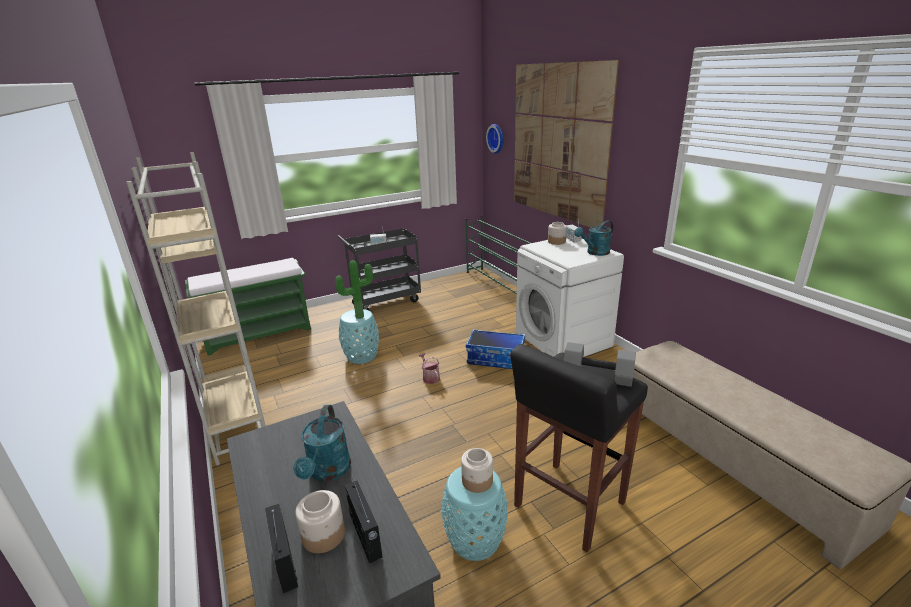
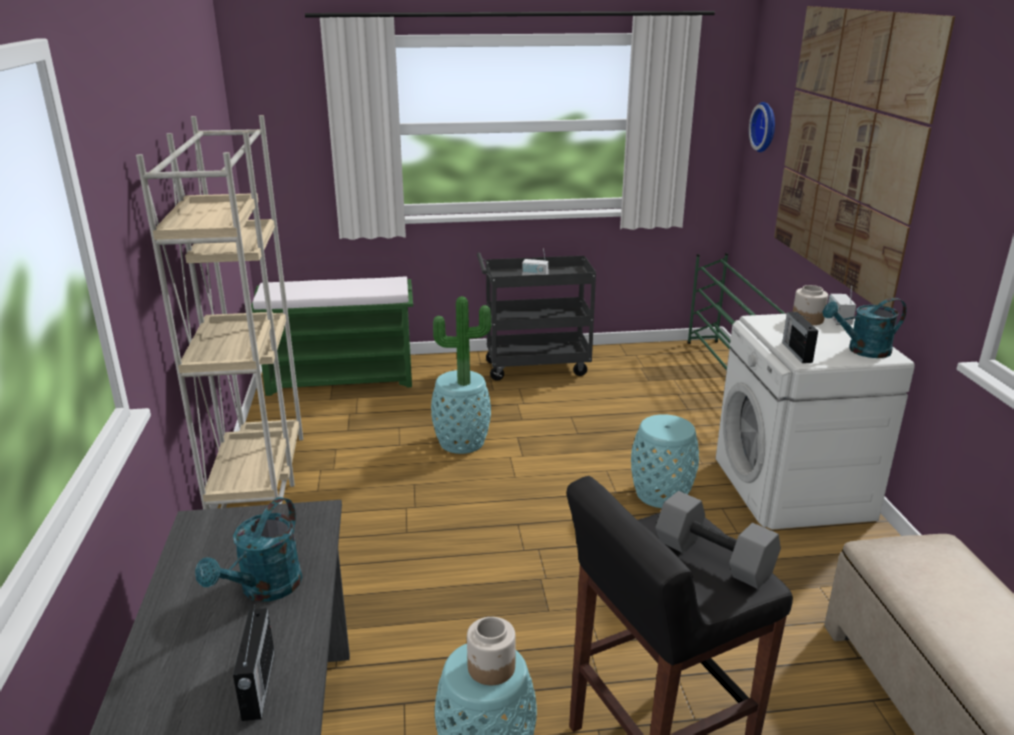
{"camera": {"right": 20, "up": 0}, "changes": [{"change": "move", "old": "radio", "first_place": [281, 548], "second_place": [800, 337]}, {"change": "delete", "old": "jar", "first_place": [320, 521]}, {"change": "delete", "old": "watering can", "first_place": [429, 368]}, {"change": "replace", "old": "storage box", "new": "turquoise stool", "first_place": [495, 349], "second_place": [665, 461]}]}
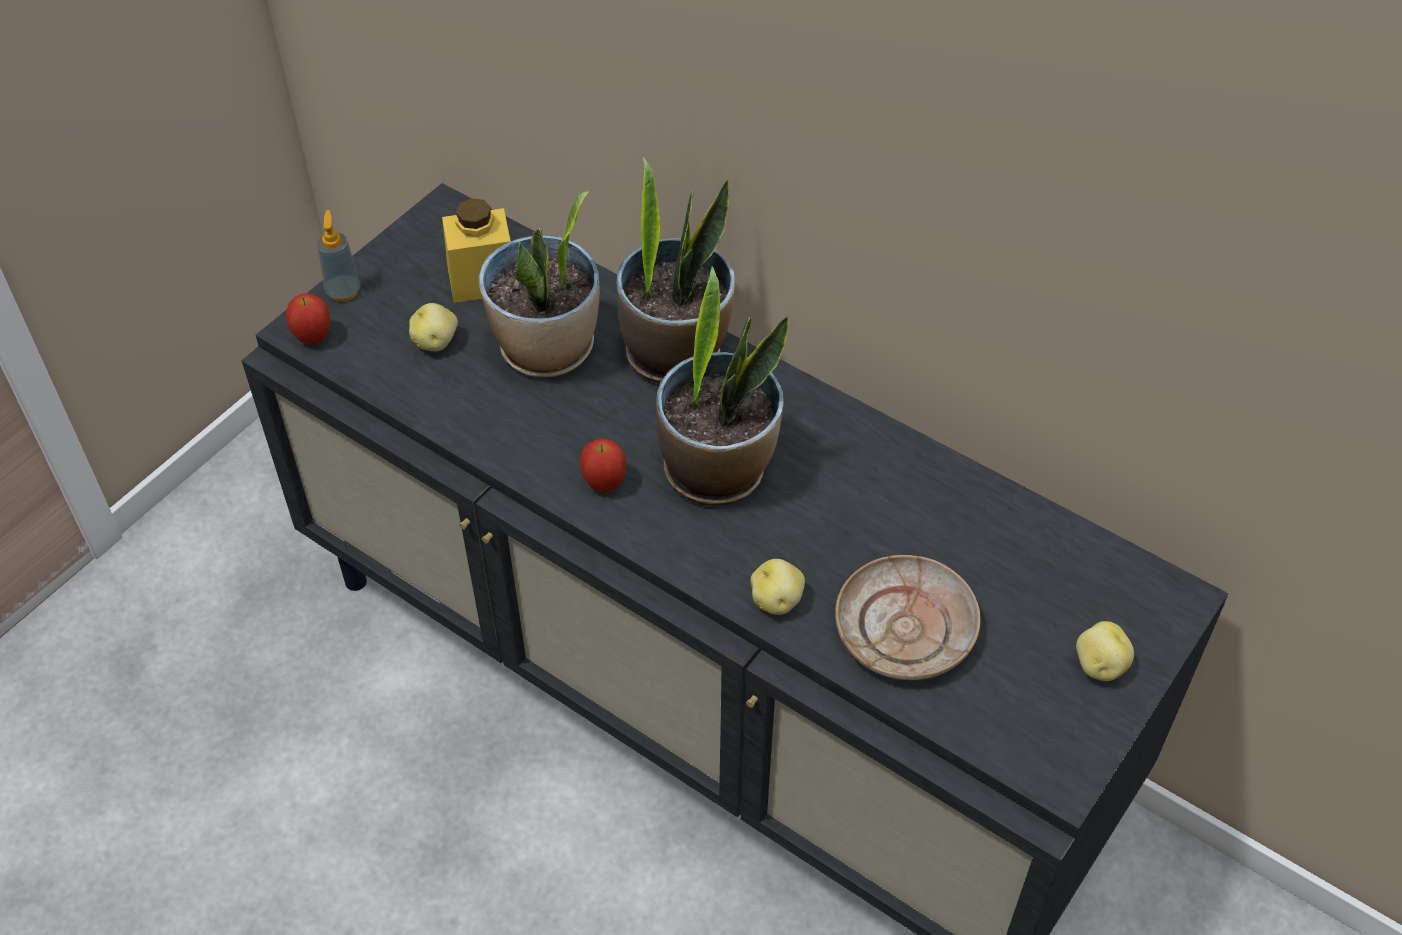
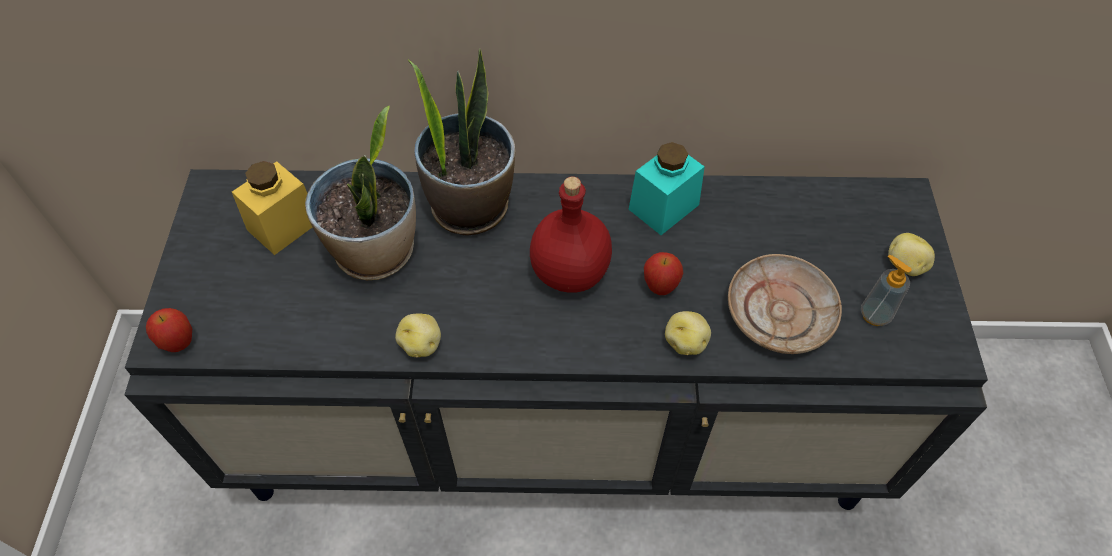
{"camera": {"right": -35, "up": 5}, "changes": [{"change": "move", "old": "soap dispenser", "first_place": [339, 256], "second_place": [886, 290]}, {"change": "move", "old": "potato", "first_place": [433, 327], "second_place": [418, 336]}, {"change": "move", "old": "apple", "first_place": [603, 466], "second_place": [663, 273]}, {"change": "replace", "old": "potted plant", "new": "red bottle", "first_place": [722, 385], "second_place": [571, 234]}, {"change": "insert", "new": "turquoise jar", "second_place": [666, 188]}]}
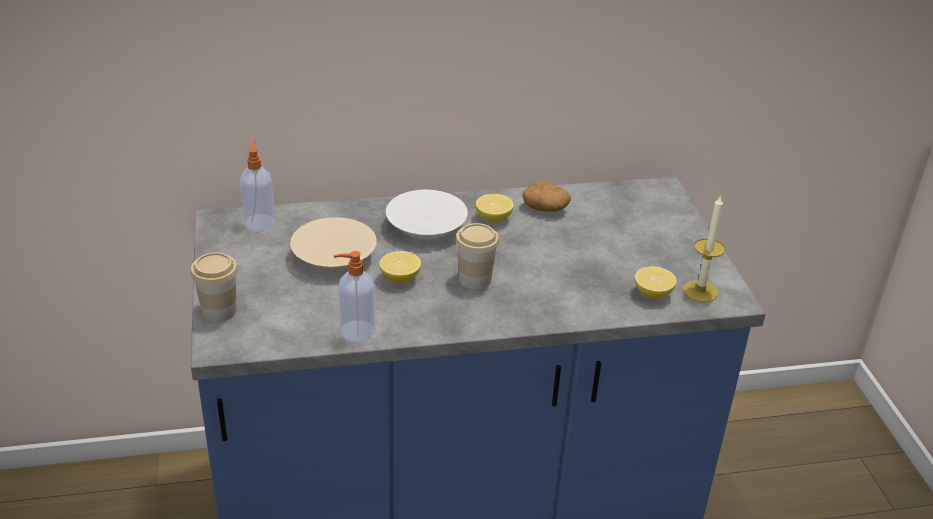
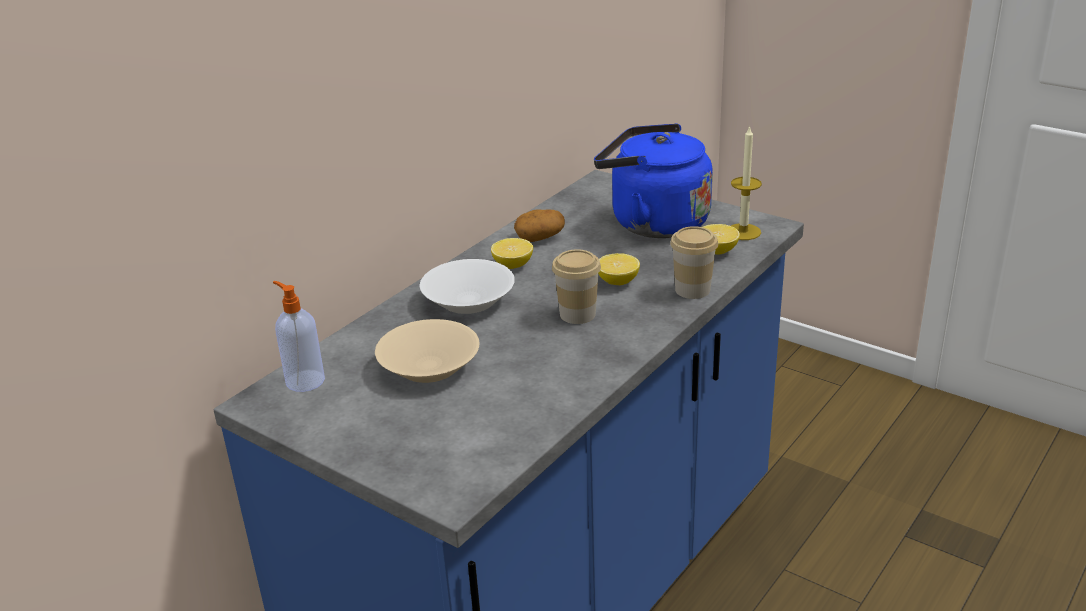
{"camera": {"right": -40, "up": -5}, "changes": [{"change": "move", "old": "cup", "first_place": [214, 287], "second_place": [694, 262]}, {"change": "delete", "old": "soap dispenser", "first_place": [354, 296]}, {"change": "move", "old": "lemon", "first_place": [400, 267], "second_place": [619, 269]}, {"change": "insert", "new": "blue kettle", "second_place": [653, 180]}]}
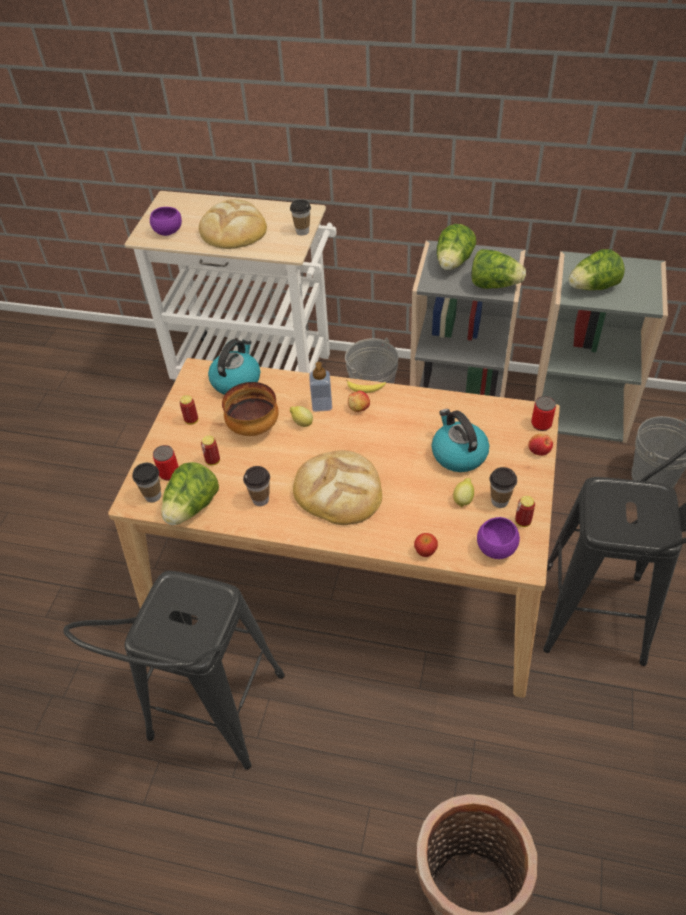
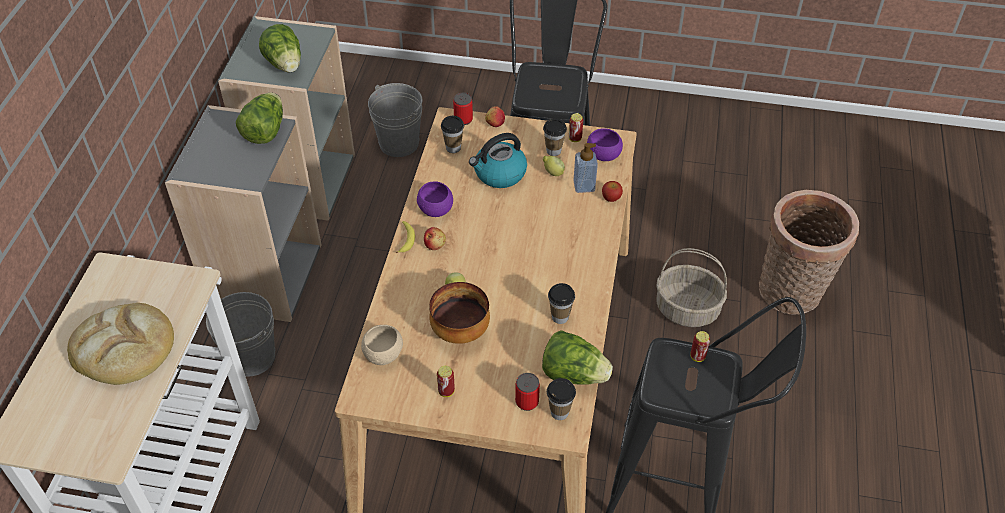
{"camera": {"right": -95, "up": 0}, "changes": [{"change": "move", "old": "purple bowl", "first_place": [166, 221], "second_place": [435, 199]}, {"change": "move", "old": "can", "first_place": [210, 450], "second_place": [700, 346]}, {"change": "replace", "old": "kettle", "new": "beige bowl", "first_place": [234, 367], "second_place": [382, 345]}, {"change": "move", "old": "cup", "first_place": [300, 217], "second_place": [452, 134]}, {"change": "delete", "old": "bread", "first_place": [337, 487]}, {"change": "move", "old": "soap dispenser", "first_place": [320, 387], "second_place": [585, 168]}, {"change": "delete", "old": "lettuce", "first_place": [456, 247]}, {"change": "insert", "new": "basket", "second_place": [691, 287]}]}
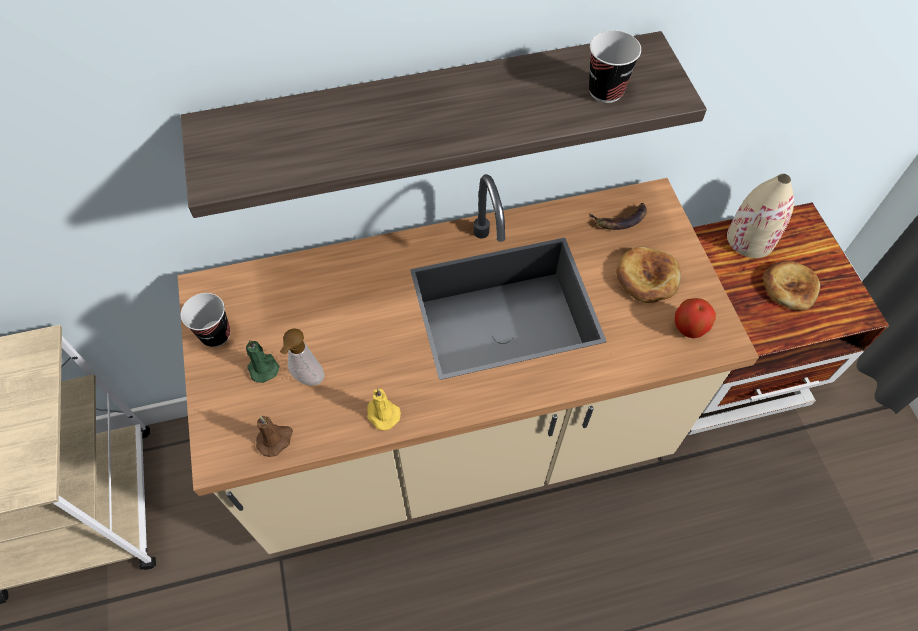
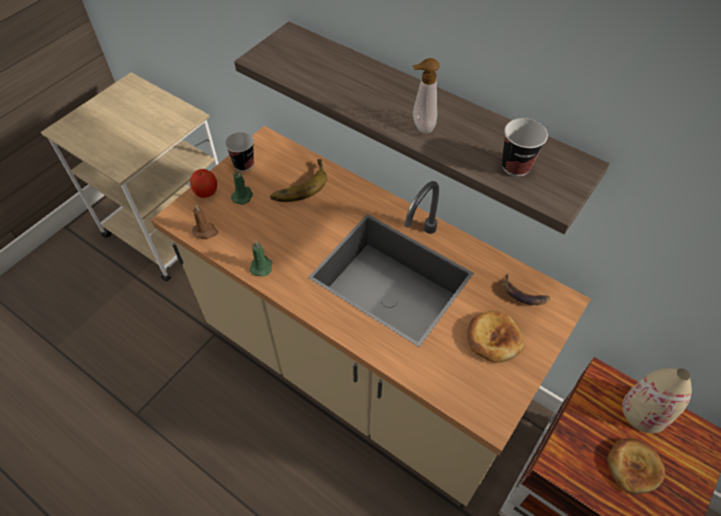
{"camera": {"right": 50, "up": -5}, "changes": [{"change": "move", "old": "soap dispenser", "first_place": [302, 357], "second_place": [426, 95]}, {"change": "recolor", "old": "yellow candle", "new": "green candle", "first_place": [384, 409], "second_place": [261, 258]}, {"change": "move", "old": "apple", "first_place": [695, 318], "second_place": [203, 183]}, {"change": "insert", "new": "banana", "second_place": [298, 180]}]}
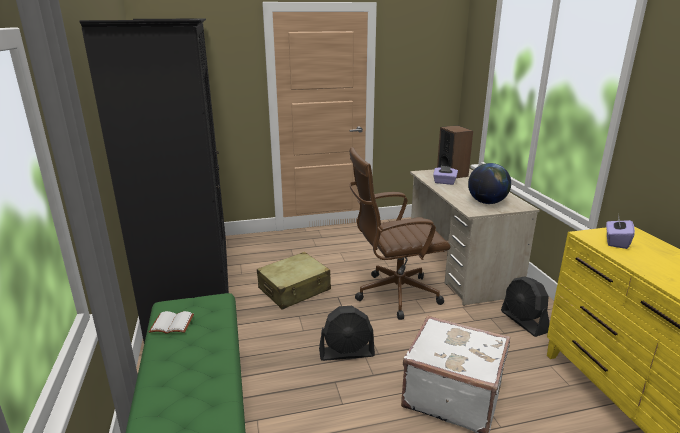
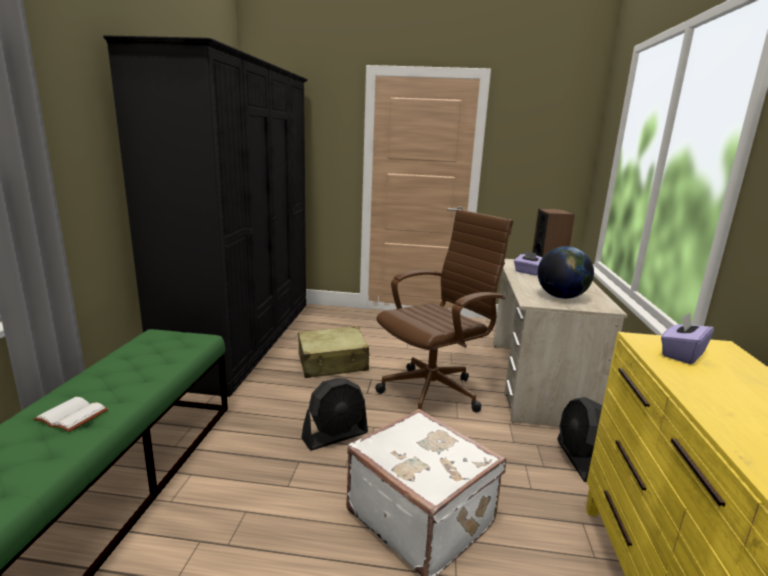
{"camera": {"right": 20, "up": -5}, "changes": [{"change": "move", "old": "white book", "first_place": [171, 322], "second_place": [70, 414]}, {"change": "rotate", "old": "black fan", "first_place": [347, 333], "second_place": [334, 414], "degrees": -45}, {"change": "rotate", "old": "brown office chair", "first_place": [400, 233], "second_place": [444, 311], "degrees": 135}]}
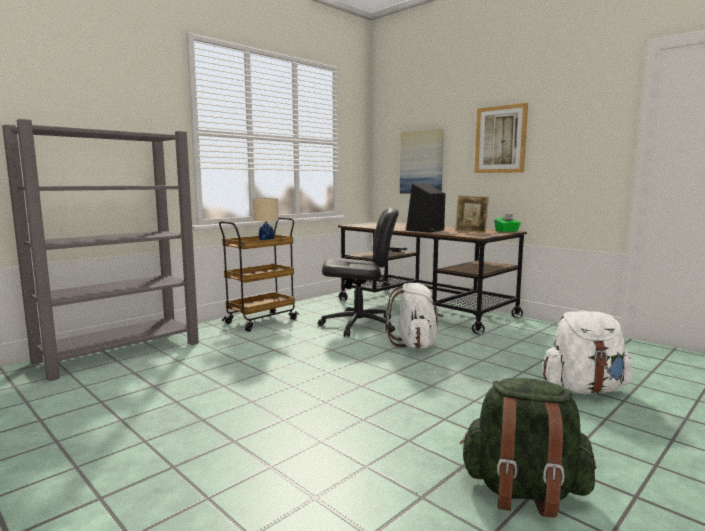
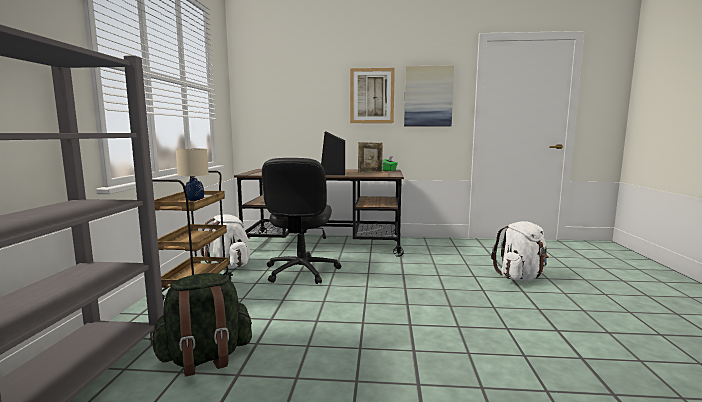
{"camera": {"right": -40, "up": 0}, "changes": [{"change": "rotate", "old": "black office chair", "first_place": [358, 272], "second_place": [301, 221], "degrees": 135}, {"change": "move", "old": "white backpack", "first_place": [414, 316], "second_place": [225, 241]}, {"change": "move", "old": "picture", "first_place": [422, 161], "second_place": [429, 95]}, {"change": "move", "old": "green backpack", "first_place": [528, 448], "second_place": [200, 325]}]}
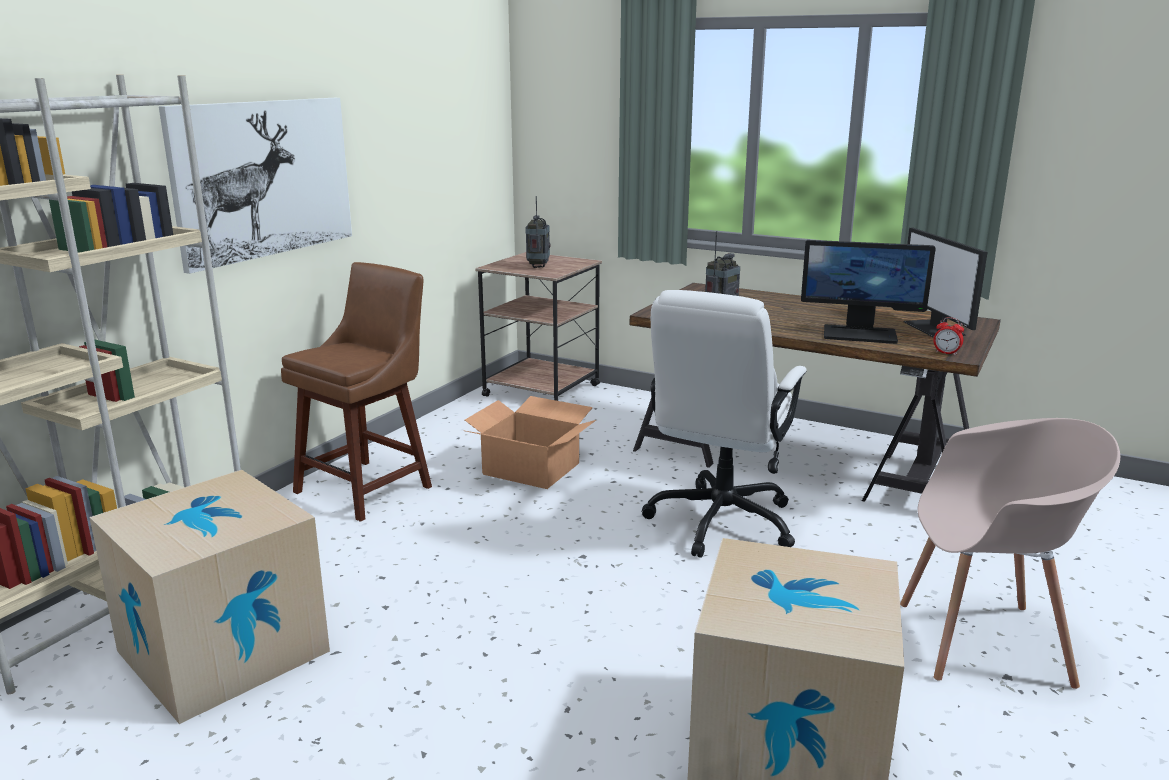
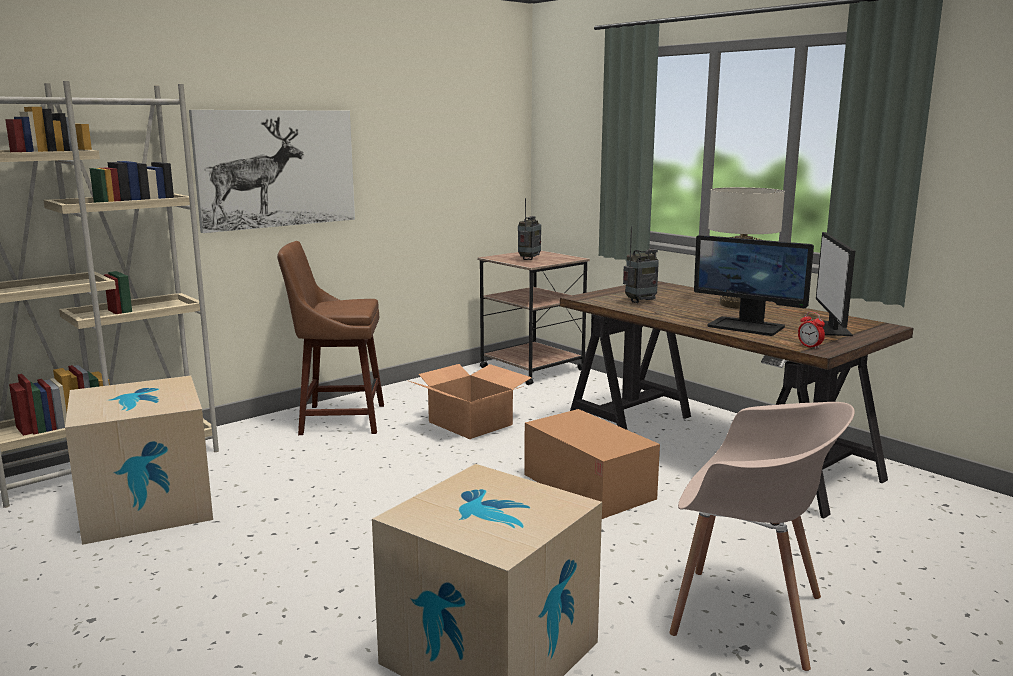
{"camera": {"right": 20, "up": -5}, "changes": [{"change": "rotate", "old": "brown chair", "first_place": [356, 392], "second_place": [330, 338], "degrees": -150}, {"change": "replace", "old": "white office chair", "new": "cardboard box", "first_place": [724, 424], "second_place": [592, 464]}, {"change": "insert", "new": "table lamp", "second_place": [746, 248]}]}
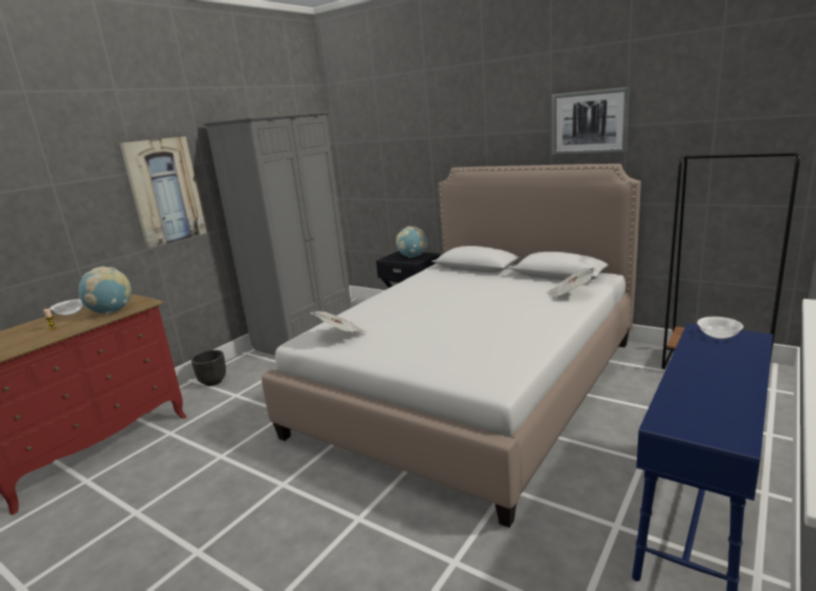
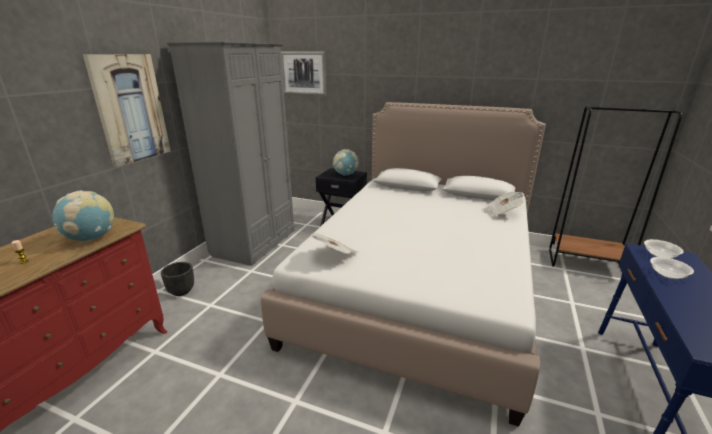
{"camera": {"right": -15, "up": 5}, "changes": [{"change": "move", "old": "bowl", "first_place": [66, 307], "second_place": [672, 268]}, {"change": "move", "old": "picture", "first_place": [591, 121], "second_place": [304, 73]}]}
